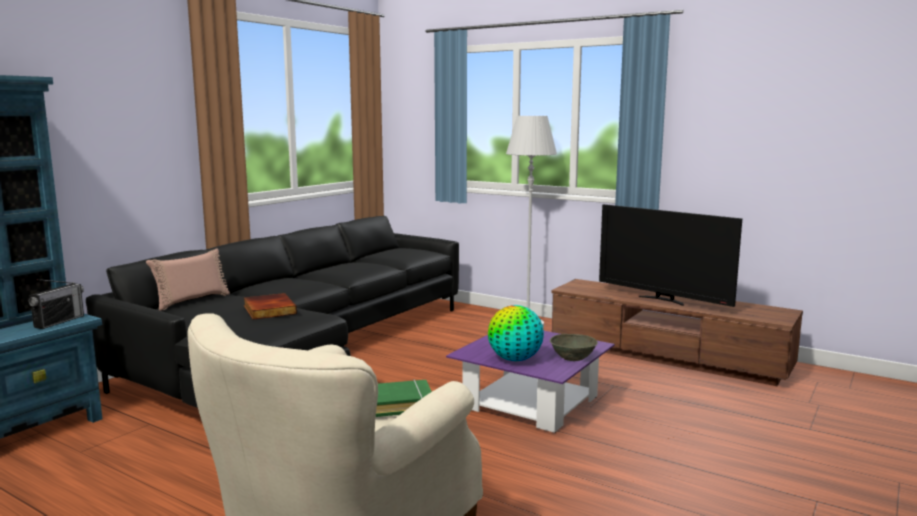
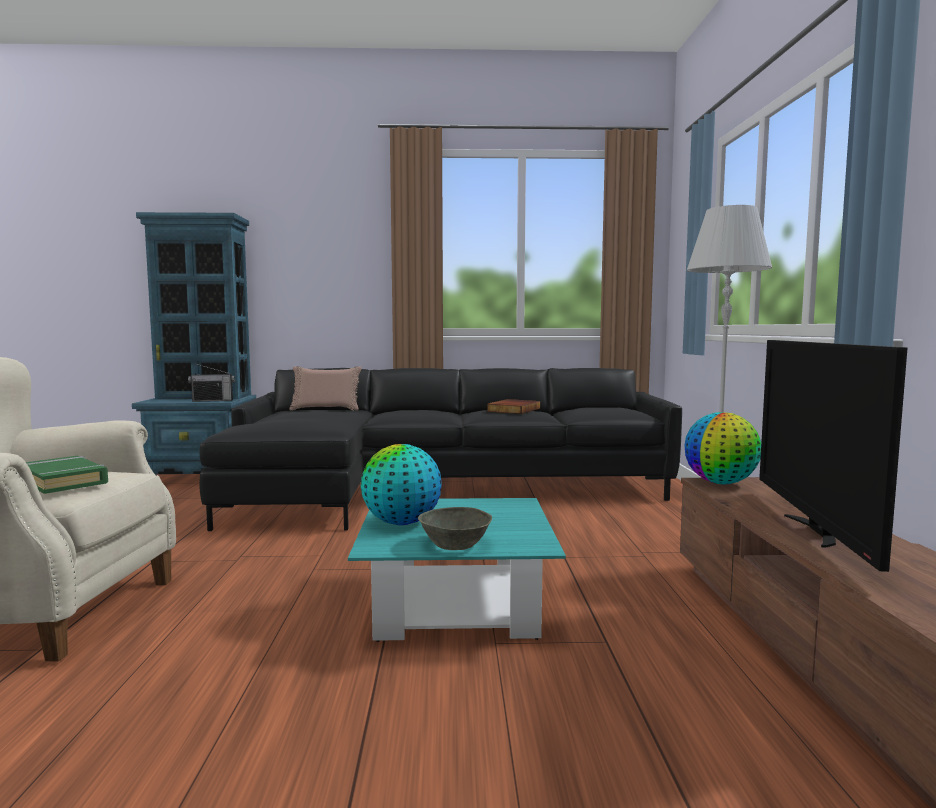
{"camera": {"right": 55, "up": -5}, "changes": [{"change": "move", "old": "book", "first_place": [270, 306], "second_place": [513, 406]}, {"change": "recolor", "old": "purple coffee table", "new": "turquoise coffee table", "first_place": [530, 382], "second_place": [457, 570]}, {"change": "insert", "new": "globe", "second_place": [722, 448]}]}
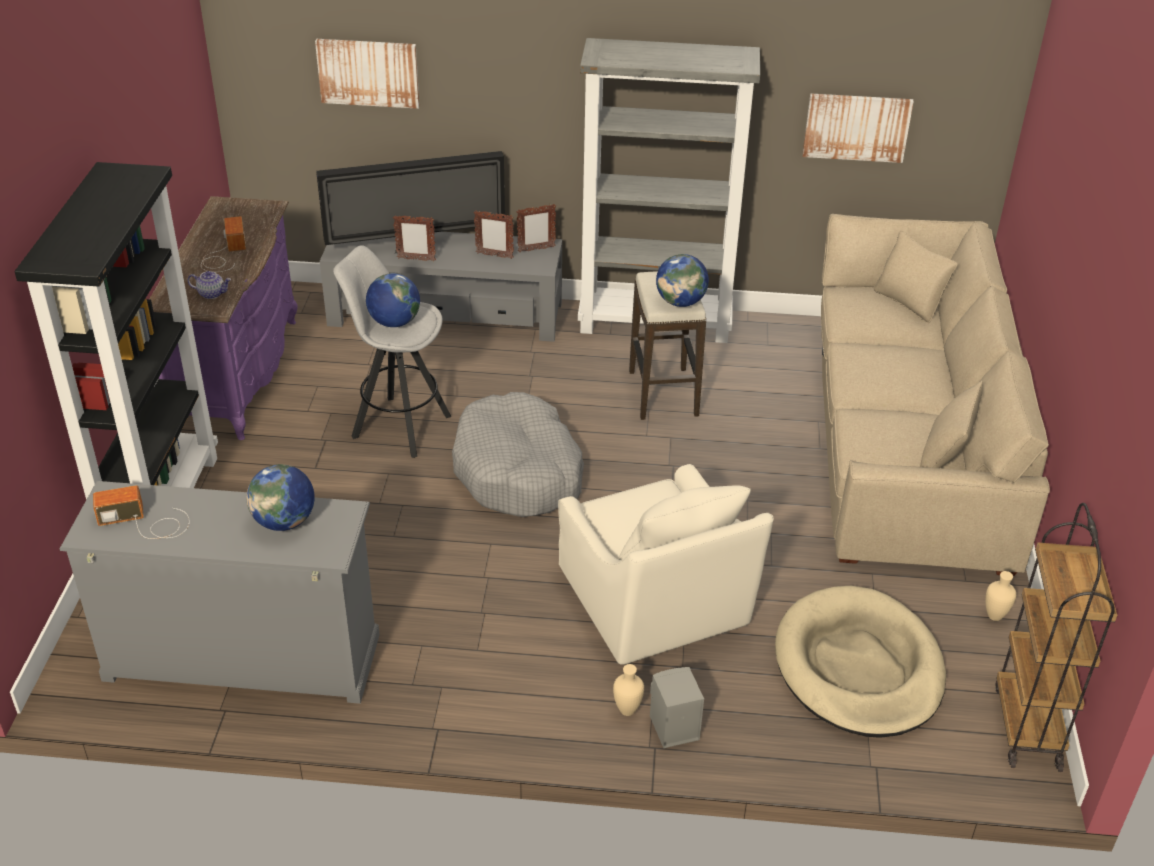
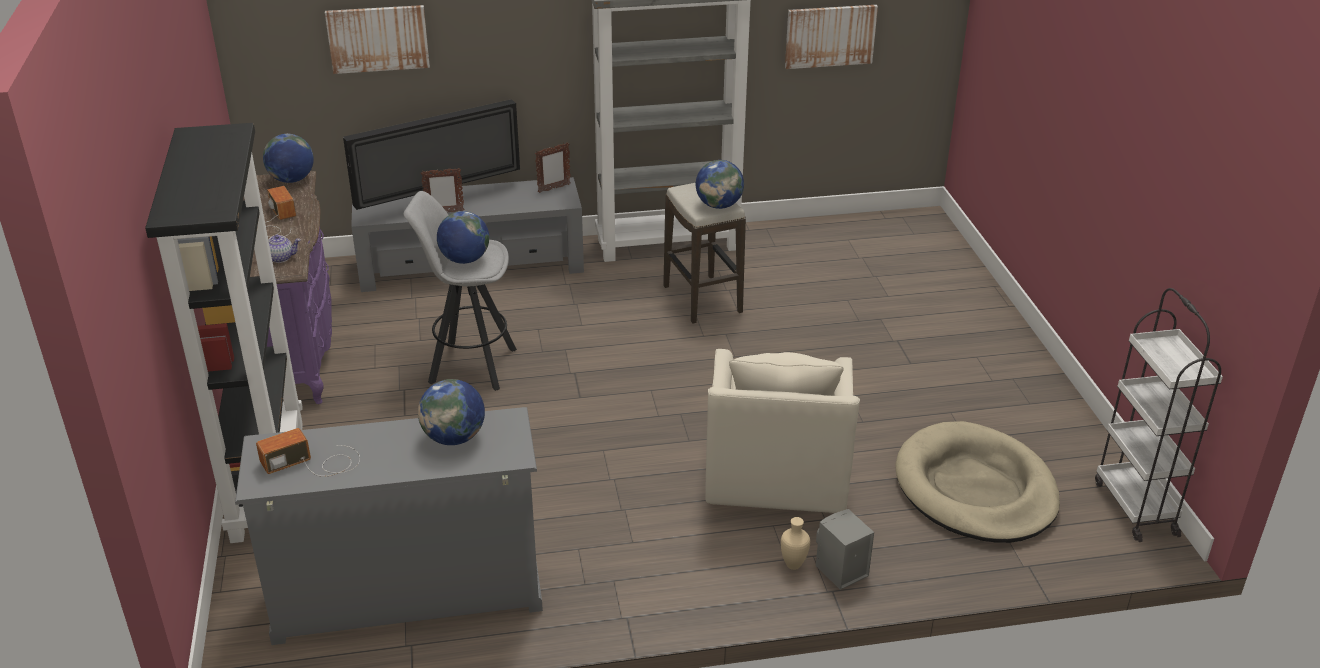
{"camera": {"right": -15, "up": -5}, "changes": [{"change": "delete", "old": "grey dog bed", "first_place": [518, 454]}, {"change": "delete", "old": "picture frame", "first_place": [493, 235]}, {"change": "rotate", "old": "beige armchair", "first_place": [666, 564], "second_place": [782, 431], "degrees": 45}, {"change": "delete", "old": "beige sofa", "first_place": [935, 395]}, {"change": "delete", "old": "beige vase", "first_place": [1000, 596]}, {"change": "recolor", "old": "brown cart", "new": "white cart", "first_place": [1056, 637], "second_place": [1159, 415]}, {"change": "insert", "new": "globe", "second_place": [288, 158]}]}
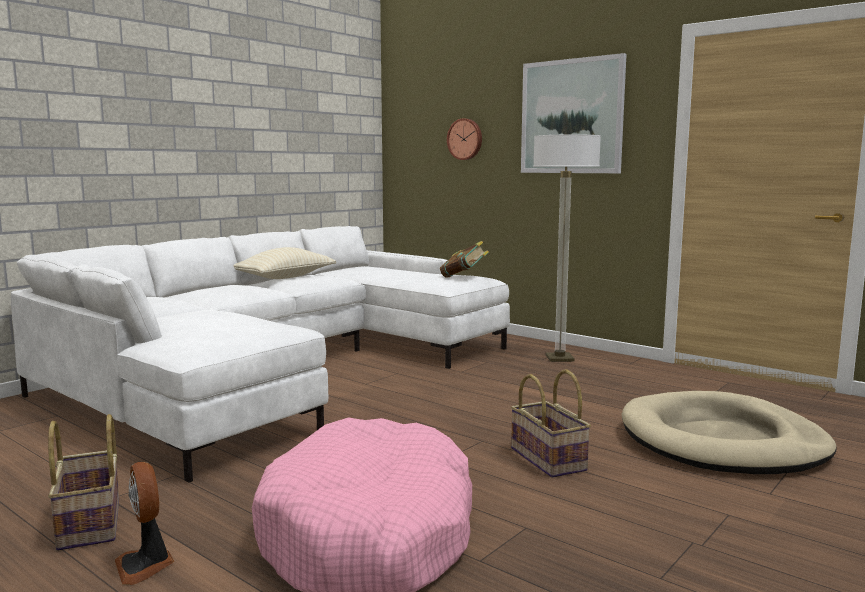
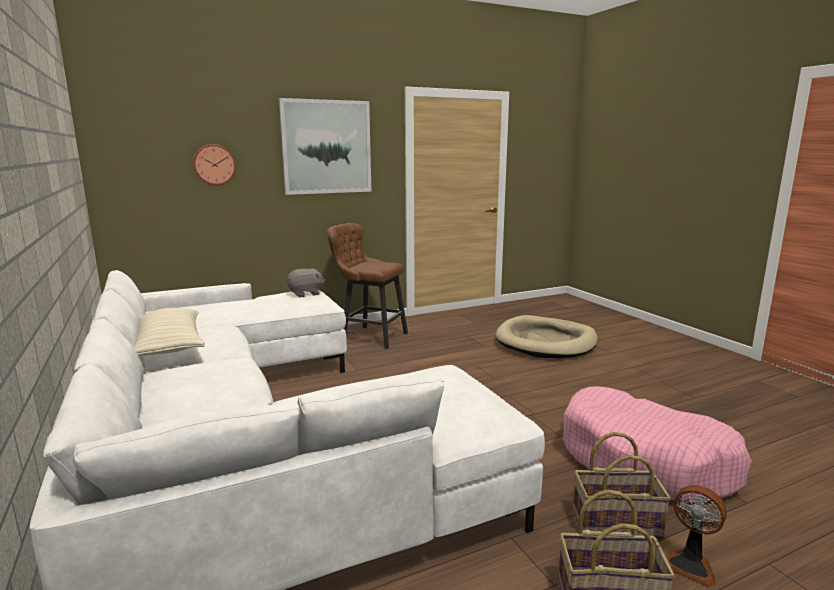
{"camera": {"right": -65, "up": 5}, "changes": [{"change": "rotate", "old": "fan", "first_place": [144, 523], "second_place": [696, 536], "degrees": 45}, {"change": "replace", "old": "book", "new": "grey plush toy", "first_place": [464, 259], "second_place": [306, 283]}, {"change": "move", "old": "basket", "first_place": [551, 423], "second_place": [622, 485]}, {"change": "replace", "old": "floor lamp", "new": "brown stool", "first_place": [567, 248], "second_place": [367, 286]}]}
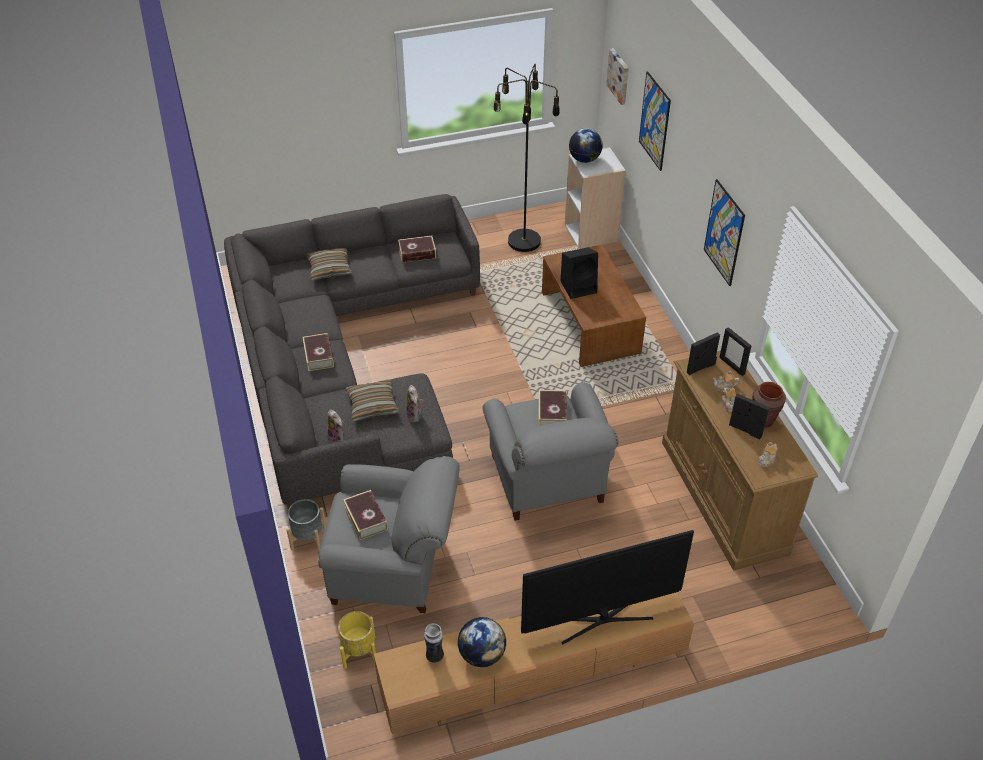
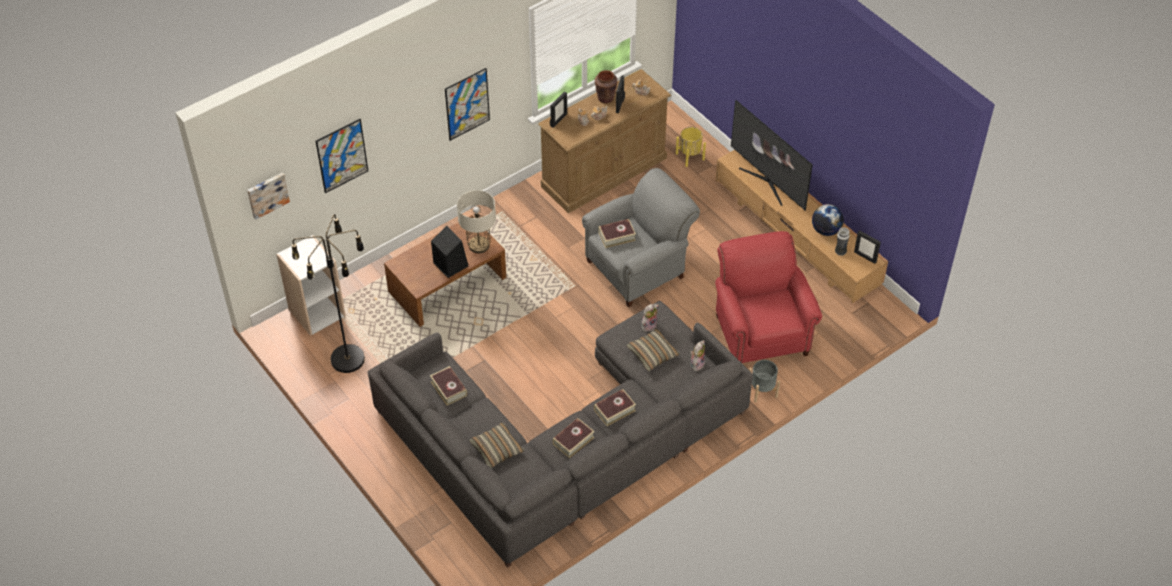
{"camera": {"right": -110, "up": 5}, "changes": [{"change": "recolor", "old": "grey armchair", "new": "red armchair", "first_place": [389, 534], "second_place": [768, 297]}, {"change": "move", "old": "yellow planter", "first_place": [357, 640], "second_place": [691, 147]}, {"change": "move", "old": "book", "first_place": [365, 515], "second_place": [574, 438]}, {"change": "delete", "old": "globe", "first_place": [586, 145]}, {"change": "move", "old": "picture frame", "first_place": [703, 353], "second_place": [867, 247]}, {"change": "insert", "new": "table lamp", "second_place": [476, 221]}]}
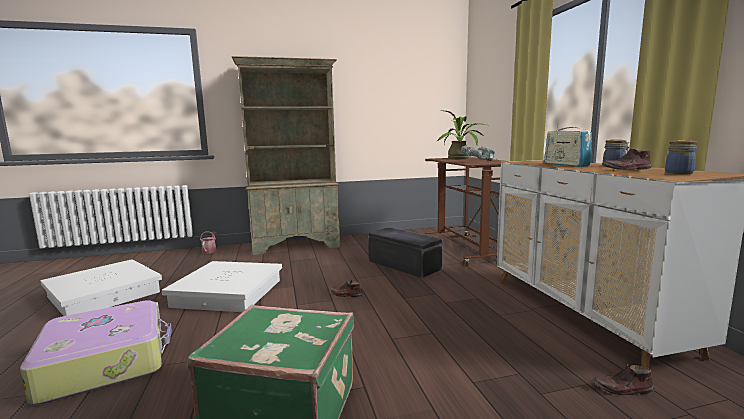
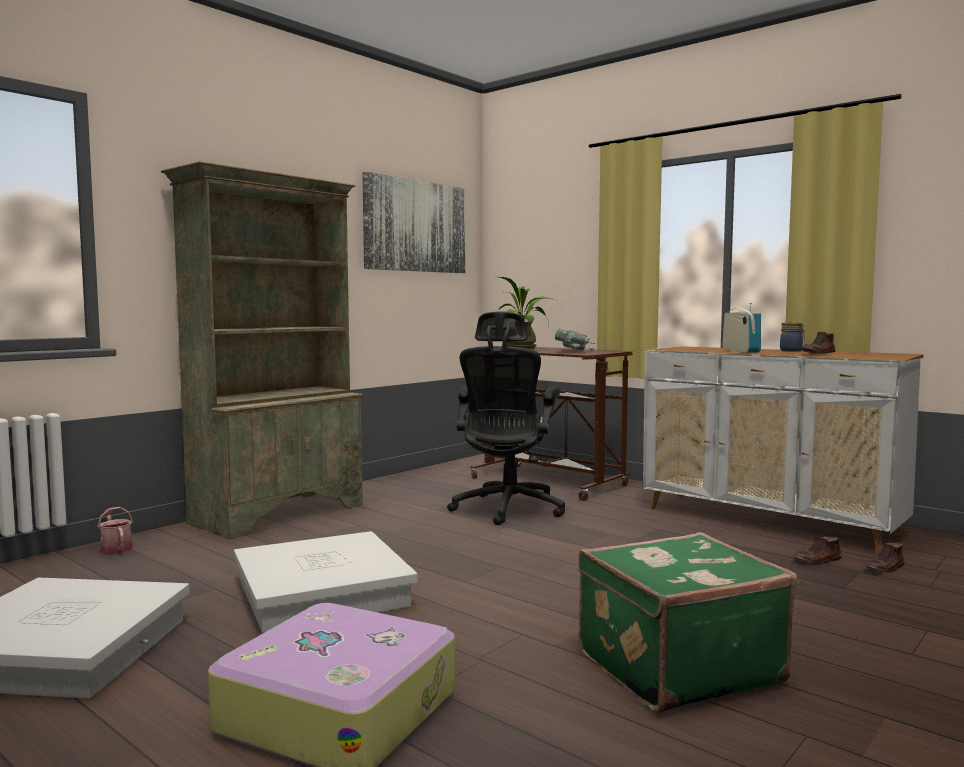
{"camera": {"right": -35, "up": -5}, "changes": [{"change": "move", "old": "brown shoe", "first_place": [346, 288], "second_place": [817, 550]}, {"change": "replace", "old": "black storage box", "new": "office chair", "first_place": [405, 252], "second_place": [506, 418]}, {"change": "rotate", "old": "radio", "first_place": [568, 145], "second_place": [741, 328], "degrees": -135}, {"change": "delete", "old": "jar", "first_place": [681, 157]}, {"change": "insert", "new": "picture", "second_place": [413, 222]}]}
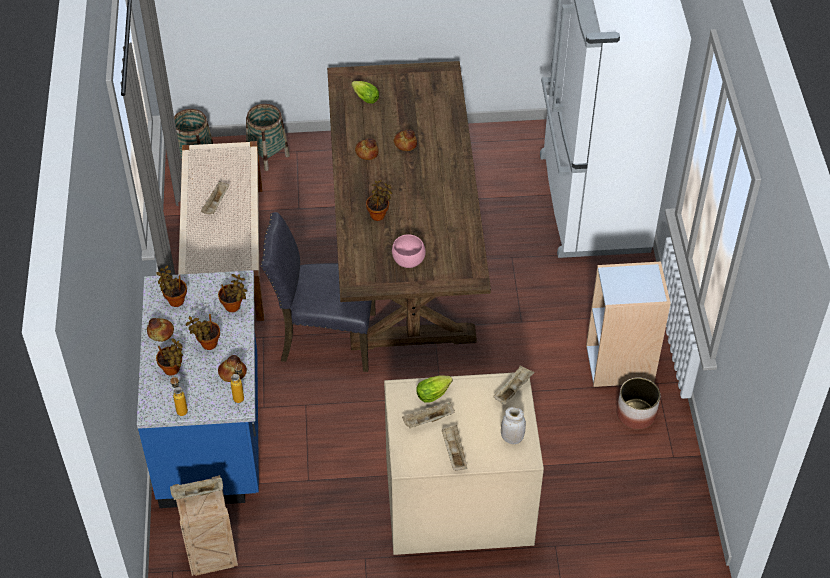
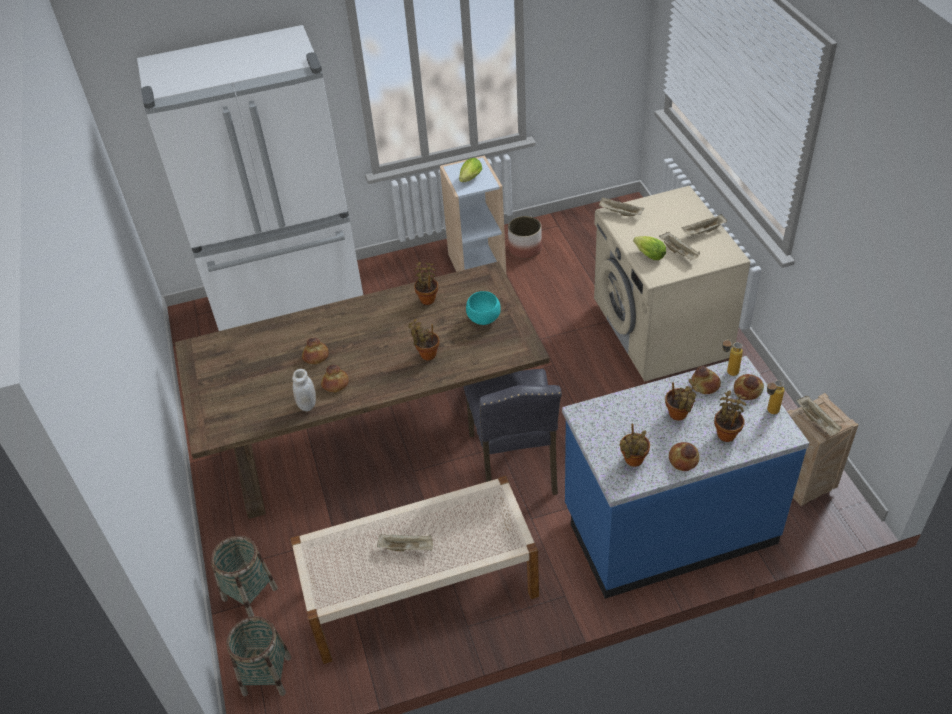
{"camera": {"right": -100, "up": -5}, "changes": [{"change": "move", "old": "potted plant", "first_place": [232, 293], "second_place": [426, 283]}, {"change": "move", "old": "lettuce", "first_place": [365, 92], "second_place": [470, 170]}, {"change": "recolor", "old": "pink bowl", "new": "turquoise bowl", "first_place": [409, 251], "second_place": [483, 308]}, {"change": "move", "old": "white jar", "first_place": [513, 425], "second_place": [304, 390]}, {"change": "insert", "new": "bread", "second_place": [749, 387]}]}
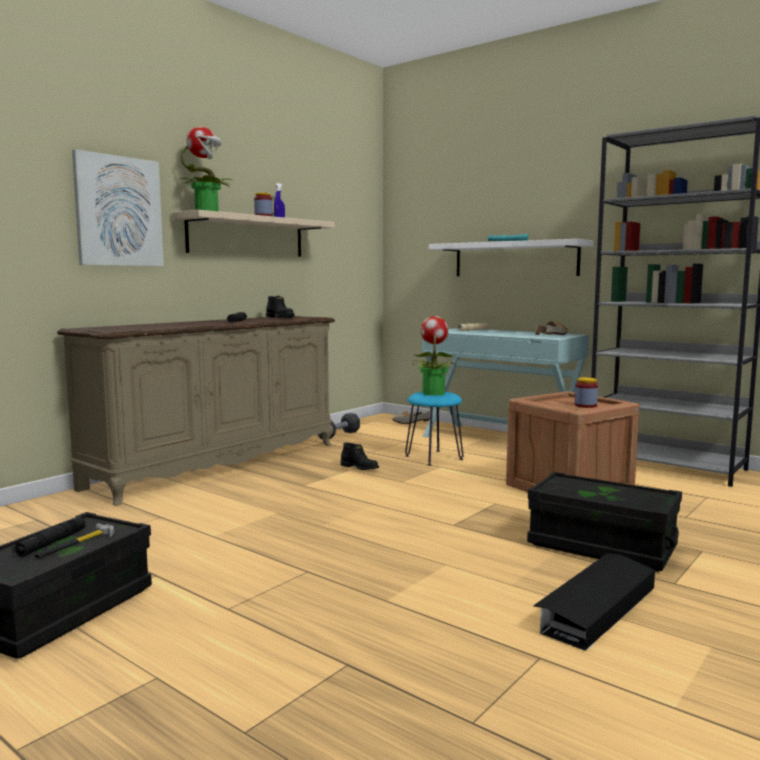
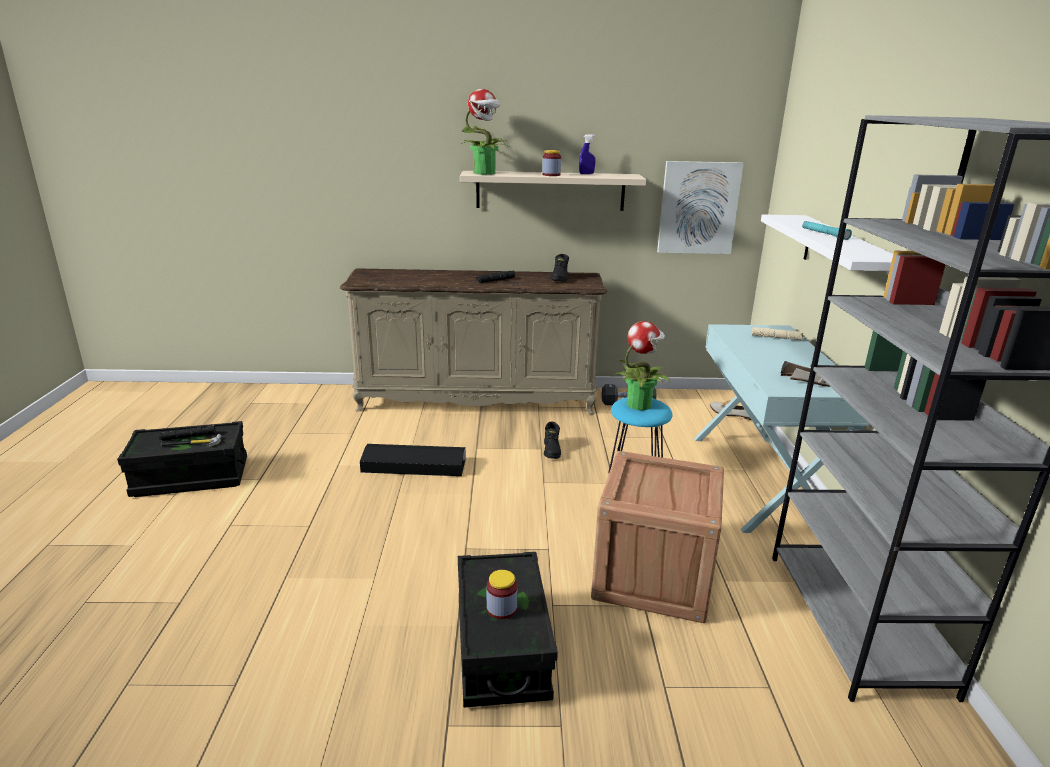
{"camera": {"right": 50, "up": 15}, "changes": [{"change": "move", "old": "picture", "first_place": [118, 207], "second_place": [700, 207]}, {"change": "move", "old": "black storage box", "first_place": [594, 602], "second_place": [413, 460]}, {"change": "move", "old": "jar", "first_place": [586, 392], "second_place": [502, 594]}]}
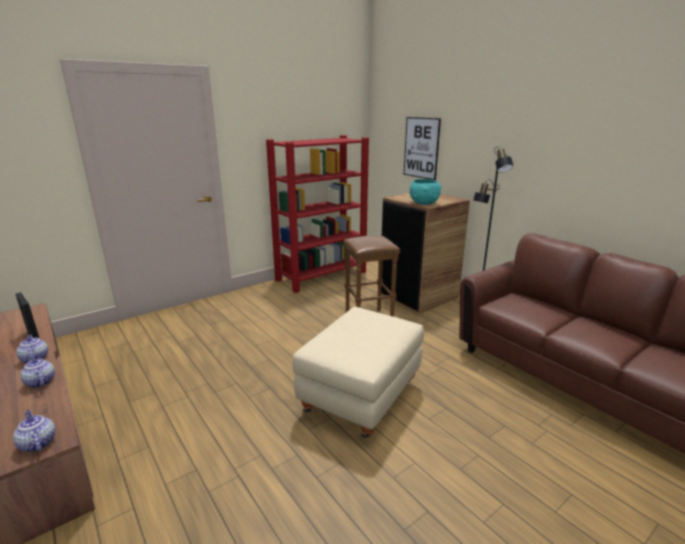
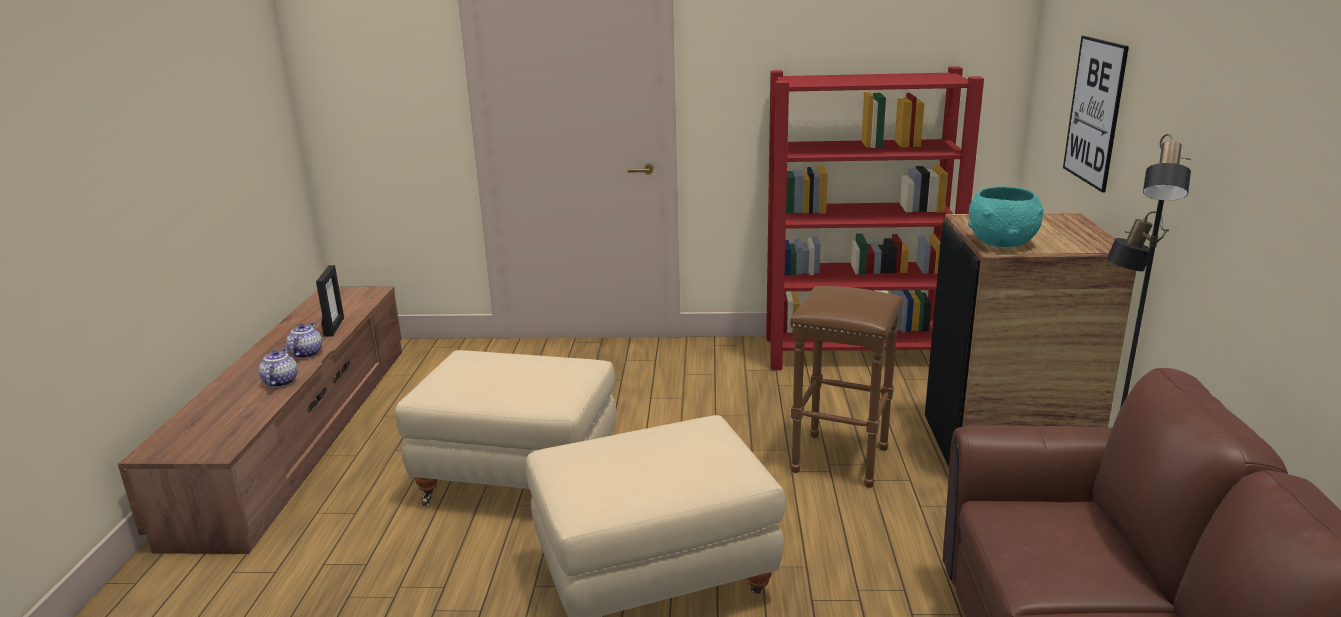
{"camera": {"right": 40, "up": 0}, "changes": [{"change": "delete", "old": "teapot", "first_place": [34, 431]}, {"change": "insert", "new": "beige ottoman", "second_place": [505, 428]}]}
